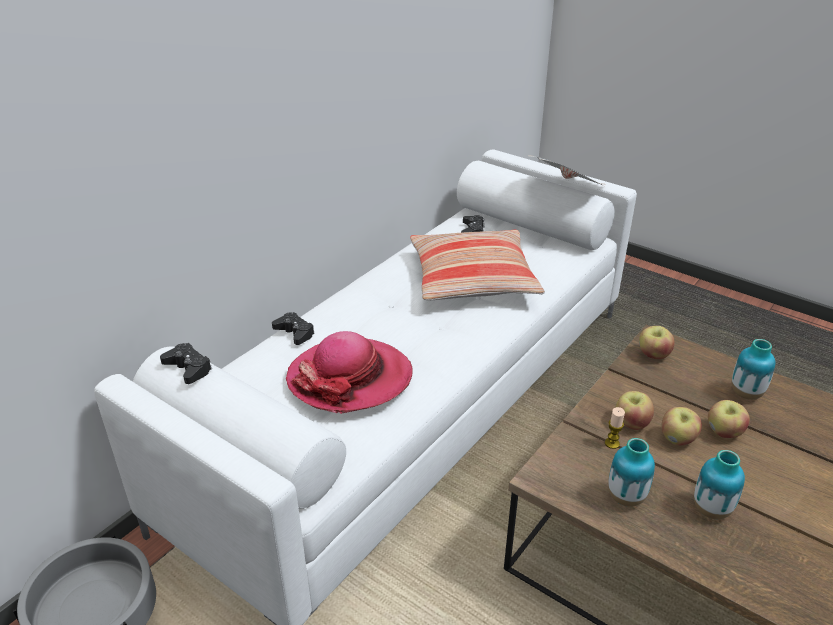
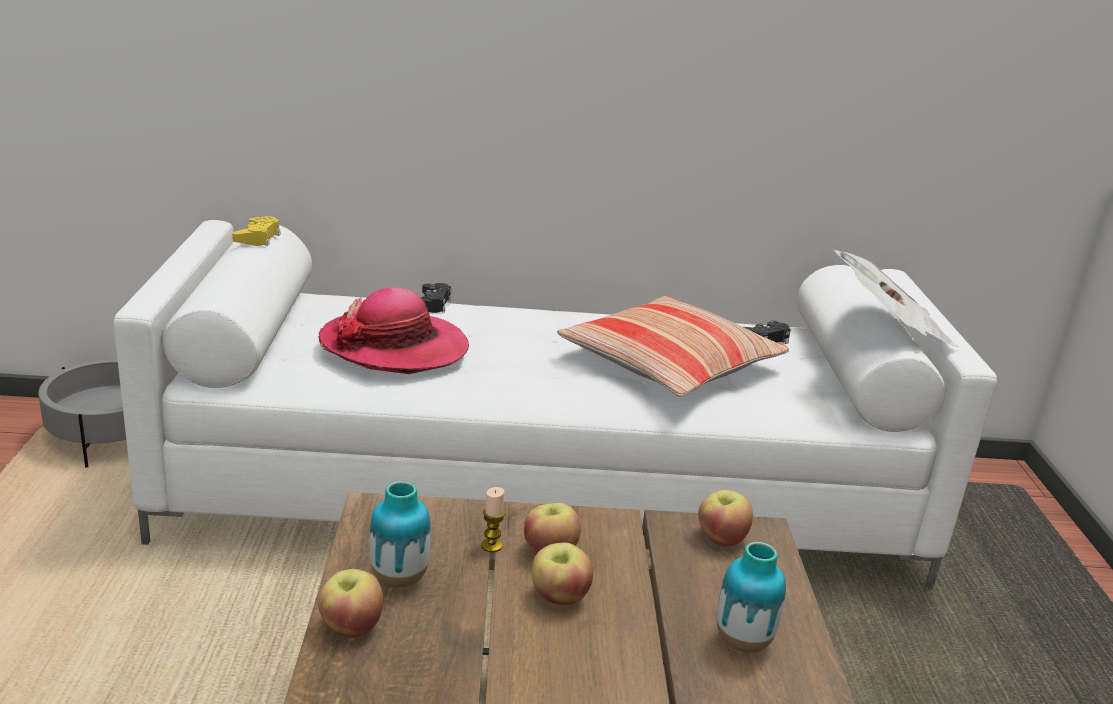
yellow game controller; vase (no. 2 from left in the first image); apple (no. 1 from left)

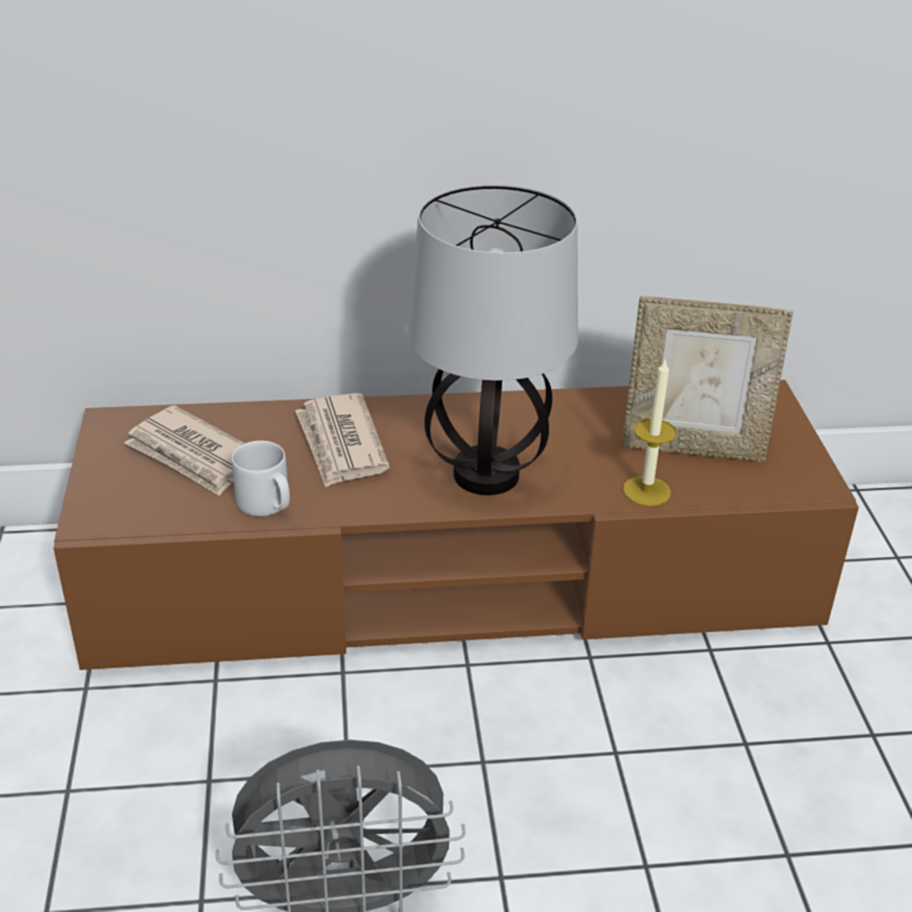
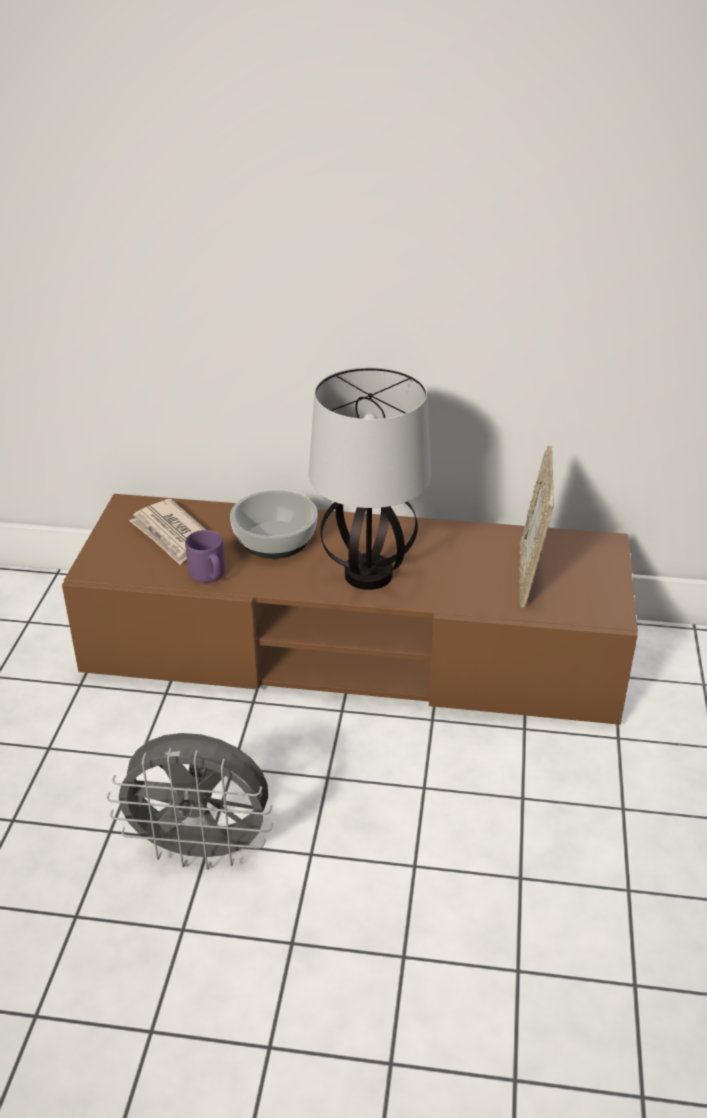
purple mug; bowl; picture frame; candle

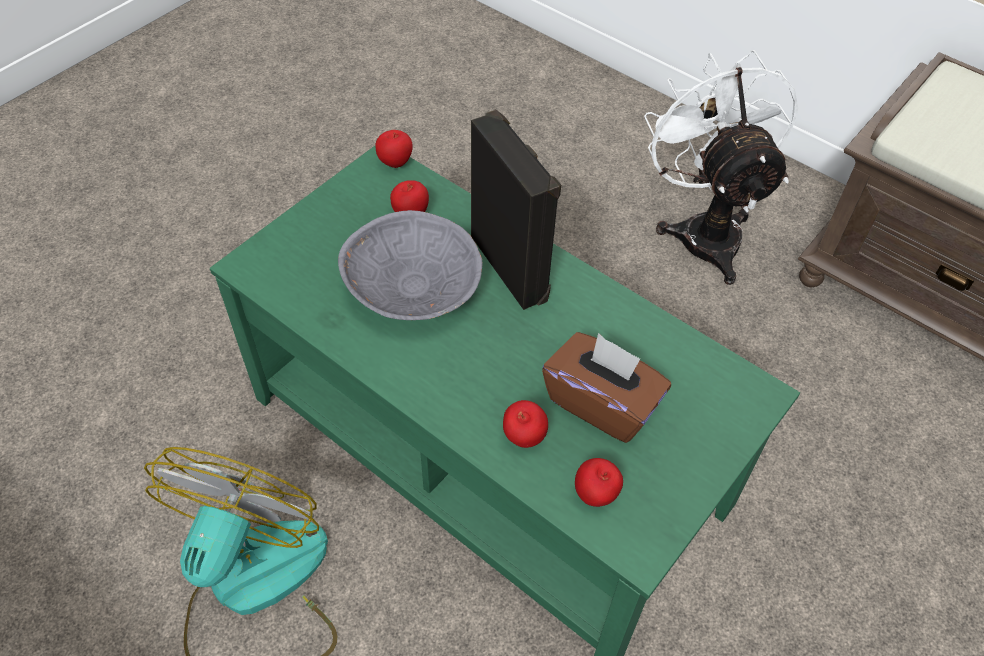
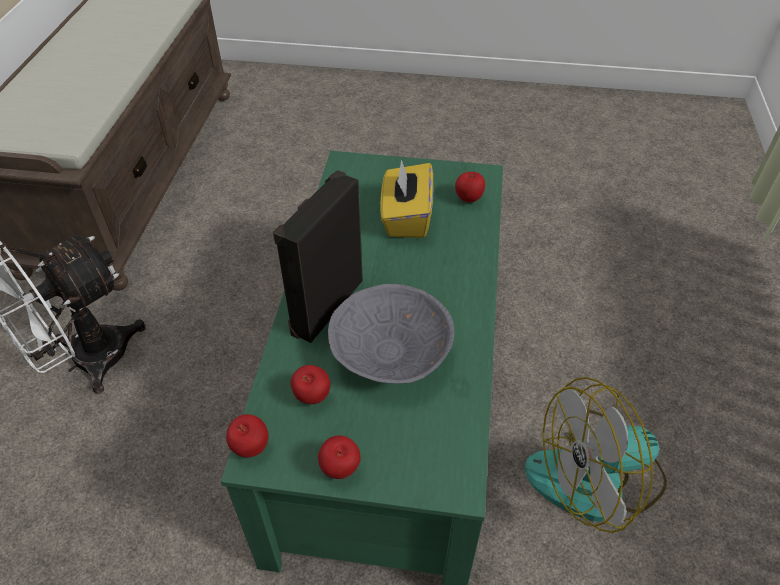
apple (no. 3 from left); yellow tissue box

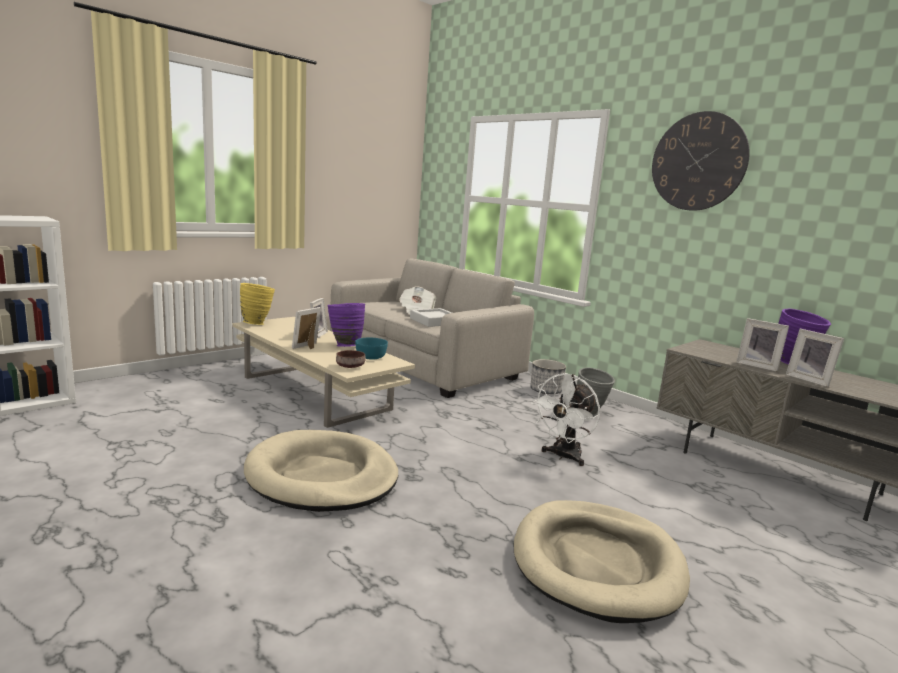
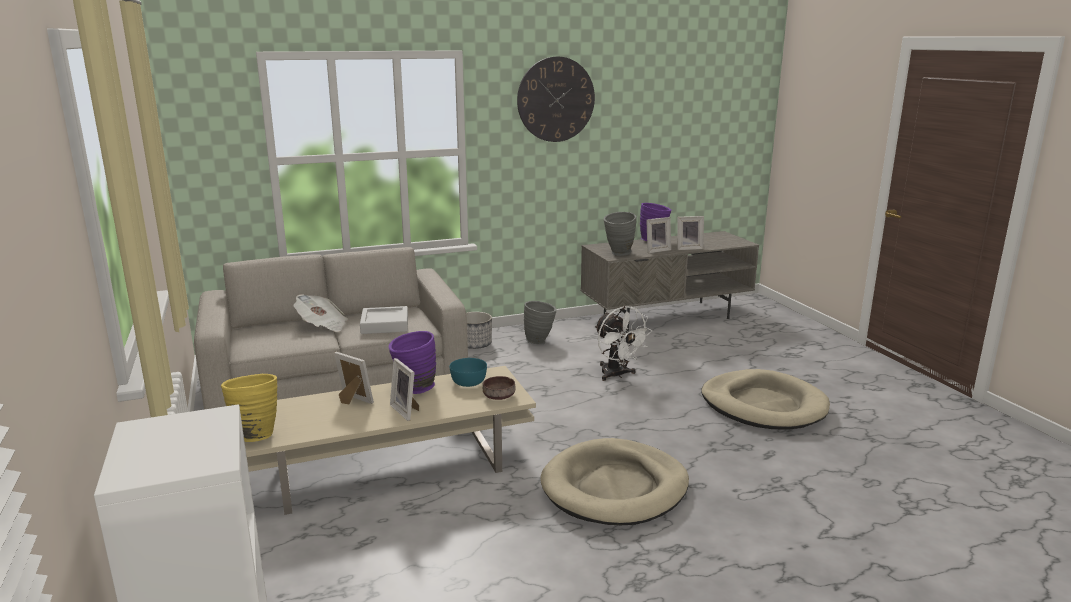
grey vase (no. 2 from left)

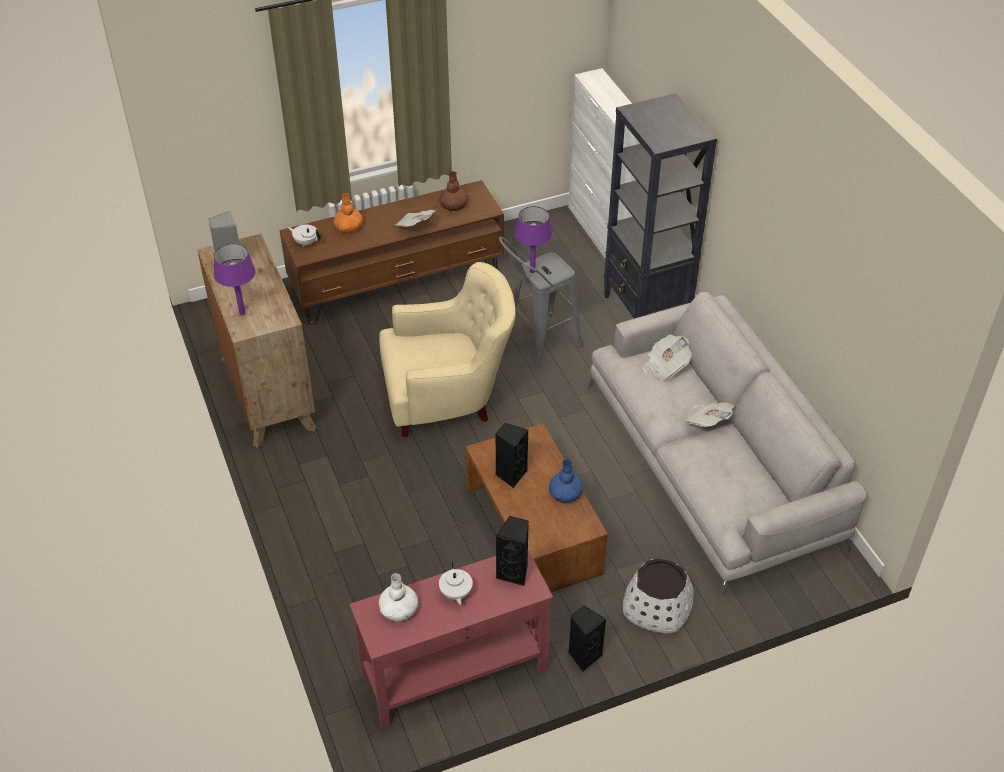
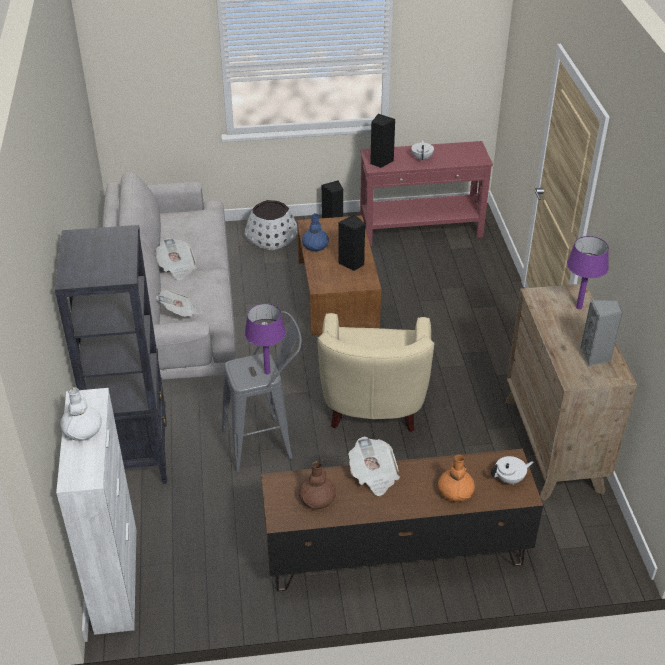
white teapot (no. 2 from left); beige armchair; white vase

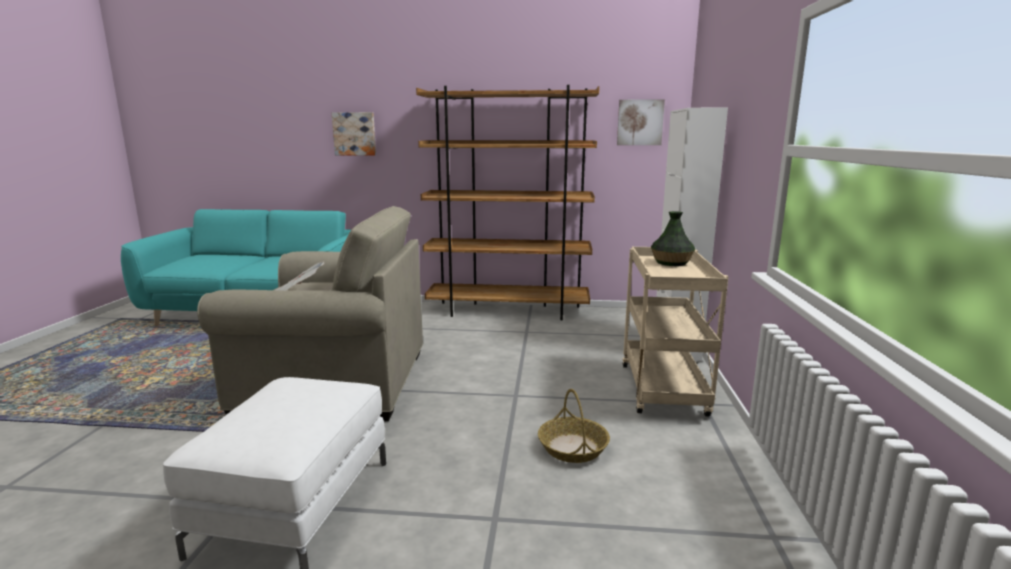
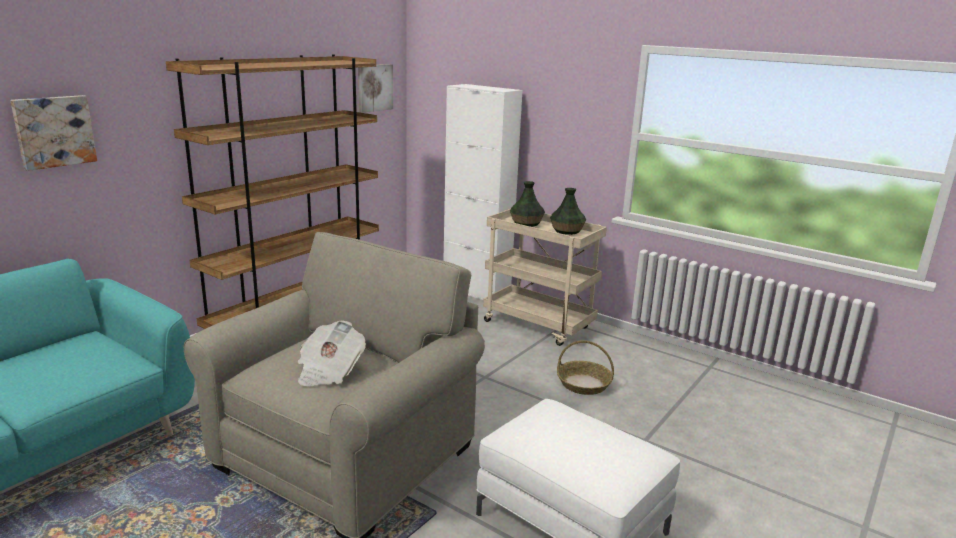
vase (no. 2 from left)

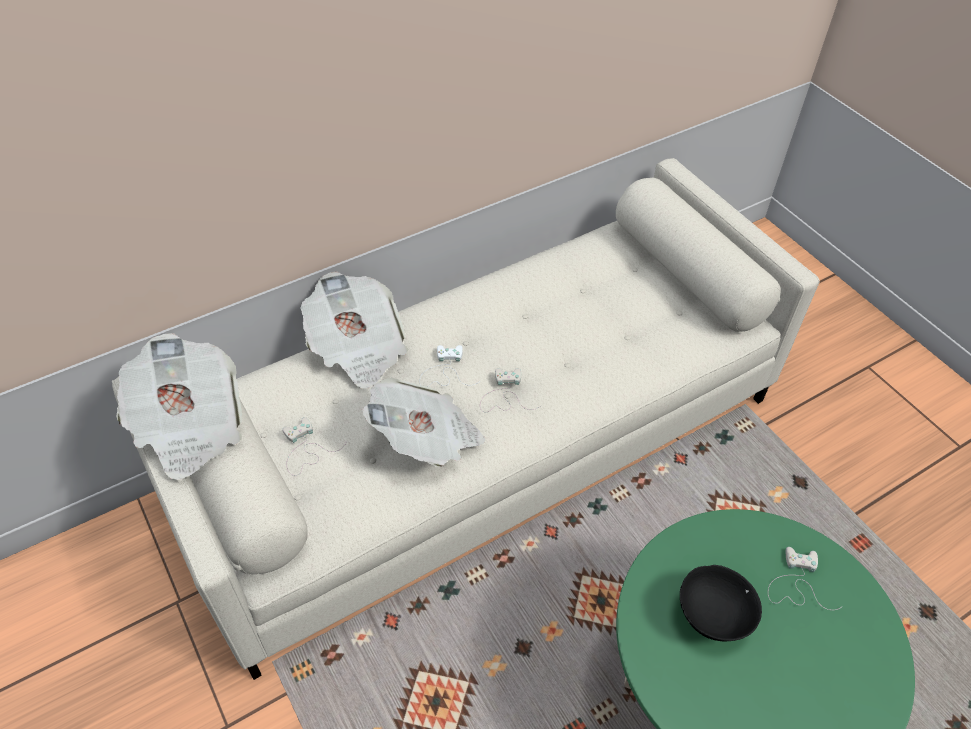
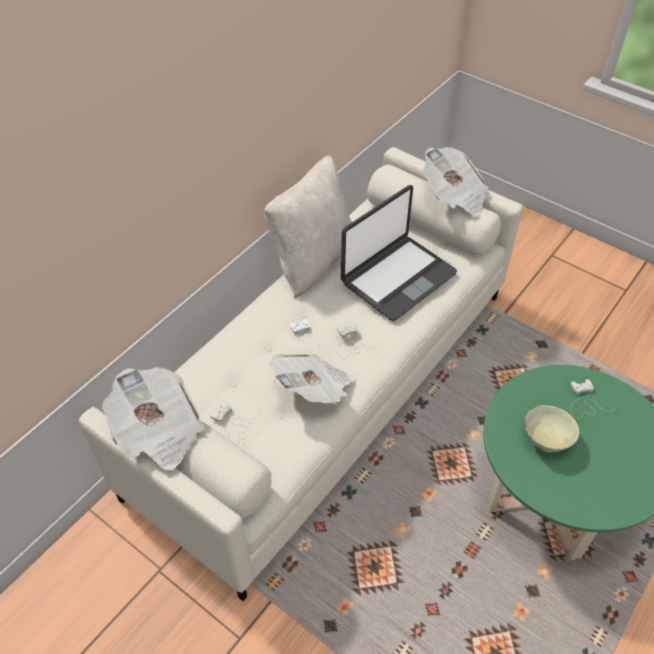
newspaper (no. 3 from left); beige bowl; beige pillow; laptop

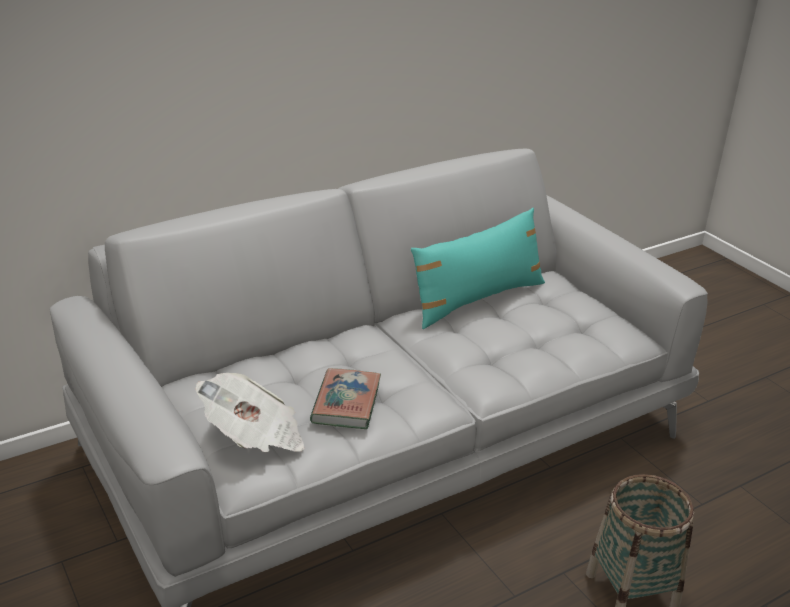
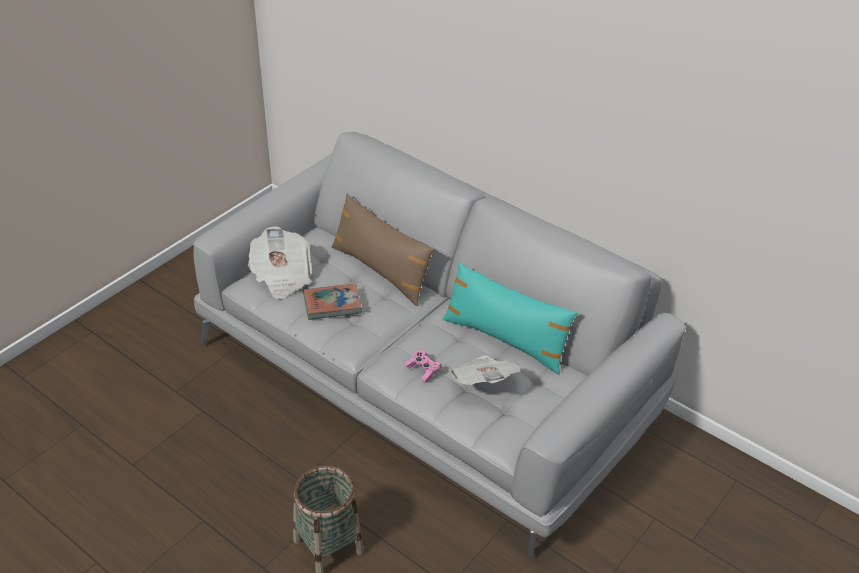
brown pillow; pink game controller; newspaper (no. 2 from left)

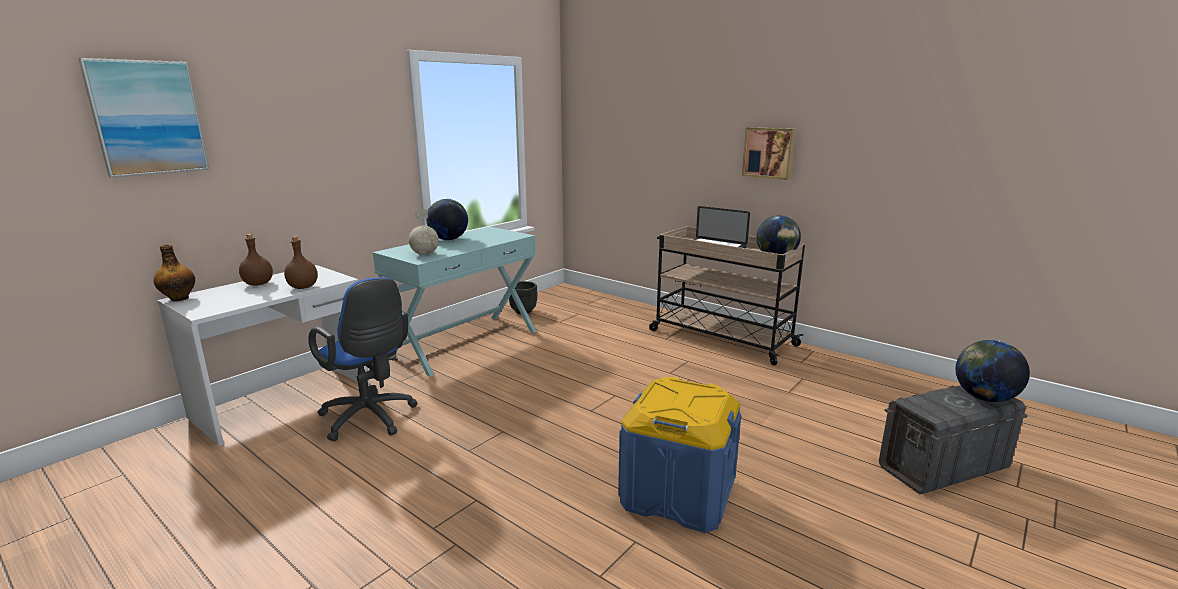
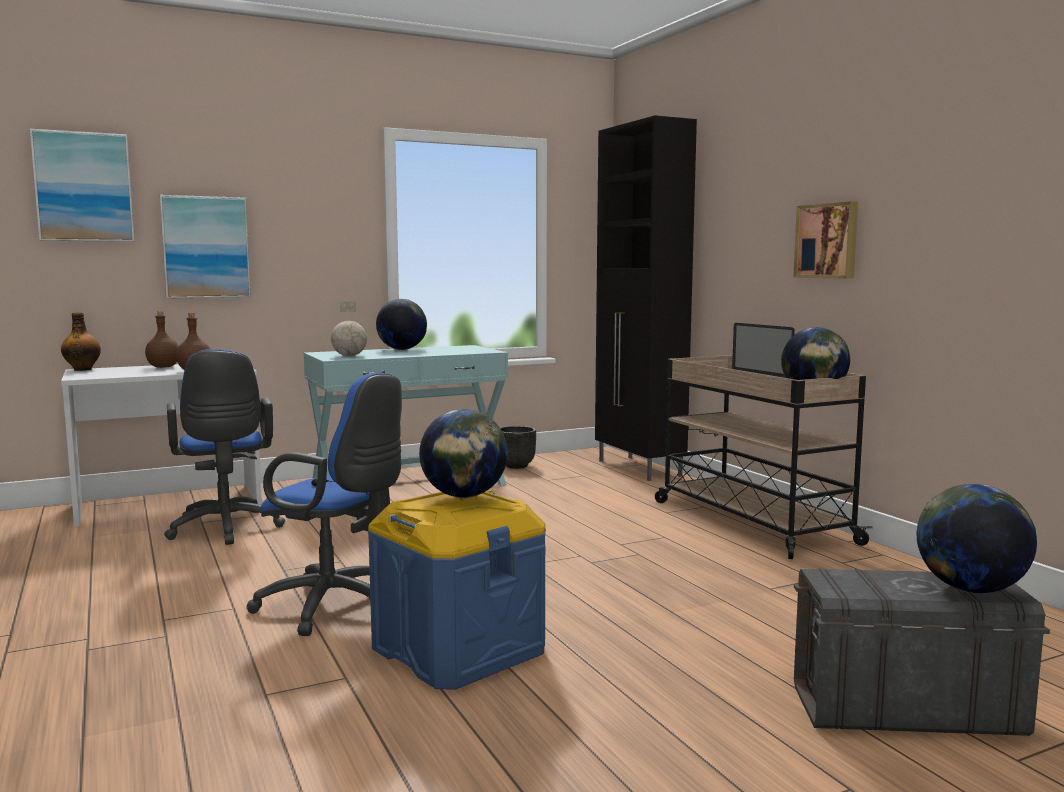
picture (no. 2 from left); blue office chair (no. 2 from left); globe (no. 3 from left); black cabinet

